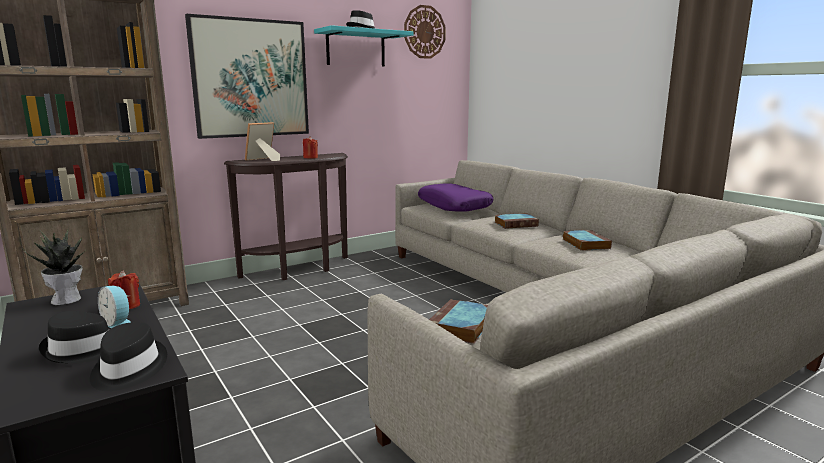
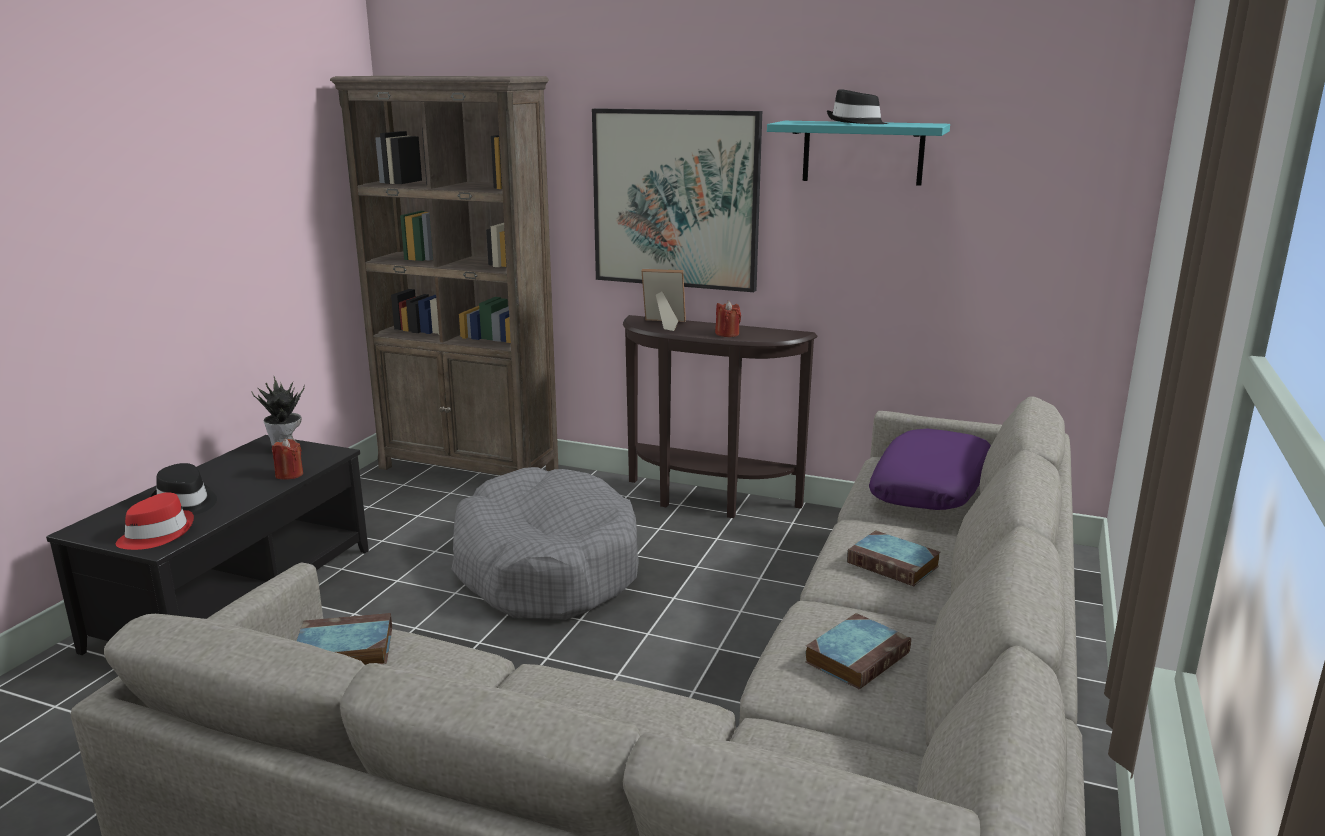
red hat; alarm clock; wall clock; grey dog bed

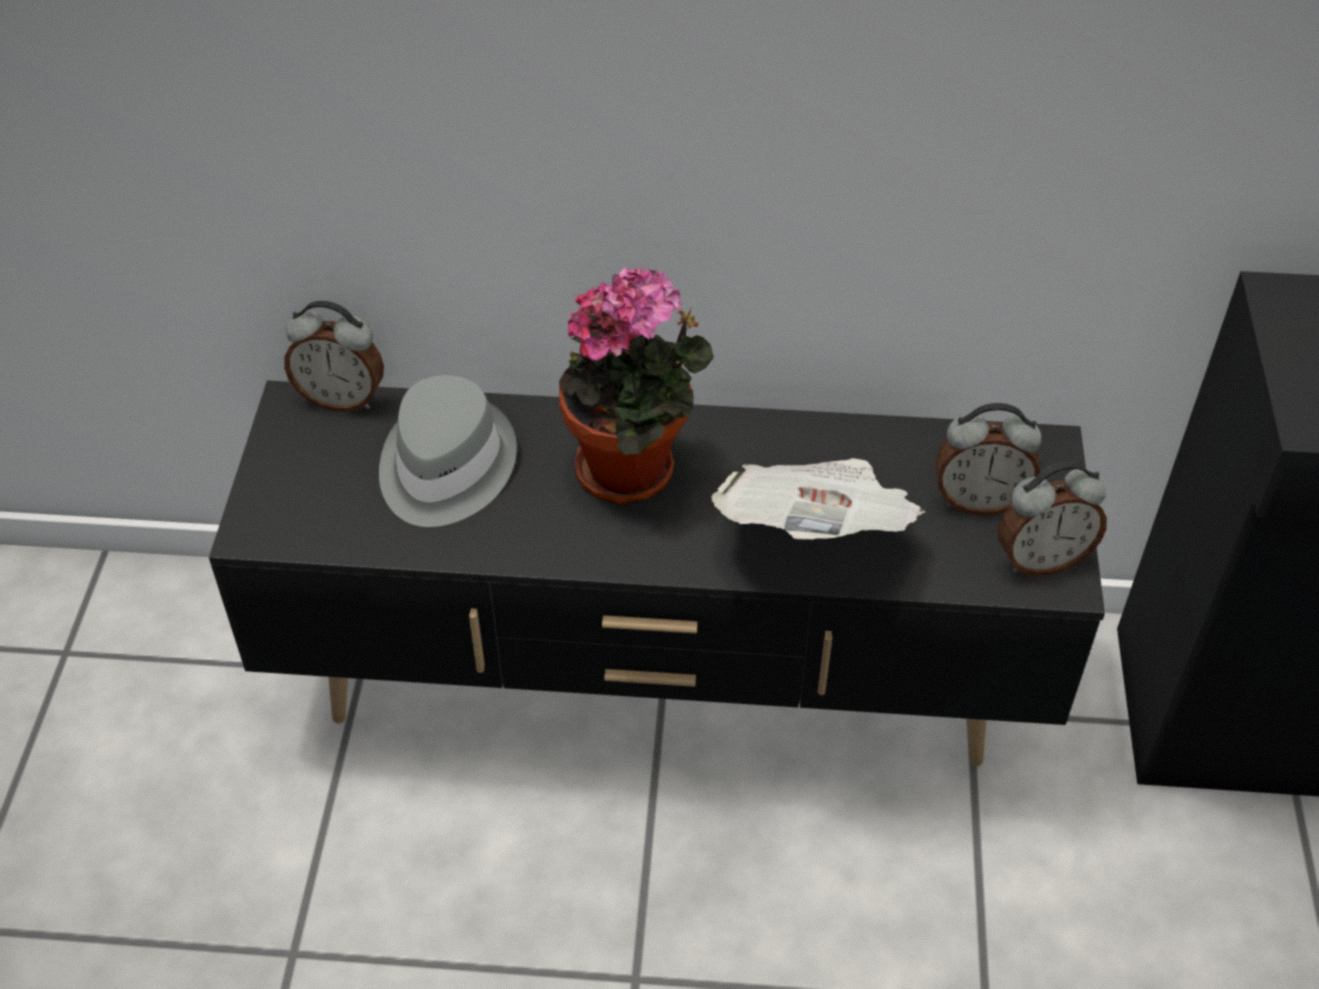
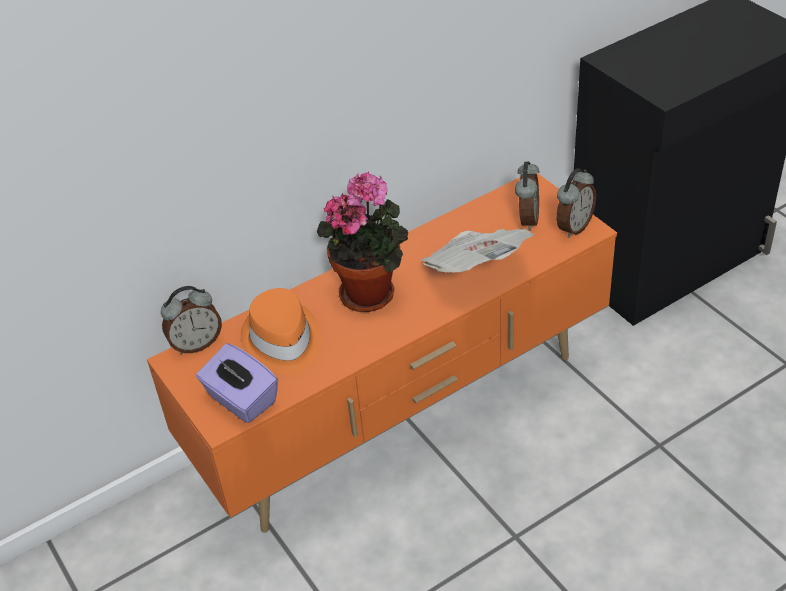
orange tv stand; orange hat; alarm clock (no. 2 from left); purple tissue box

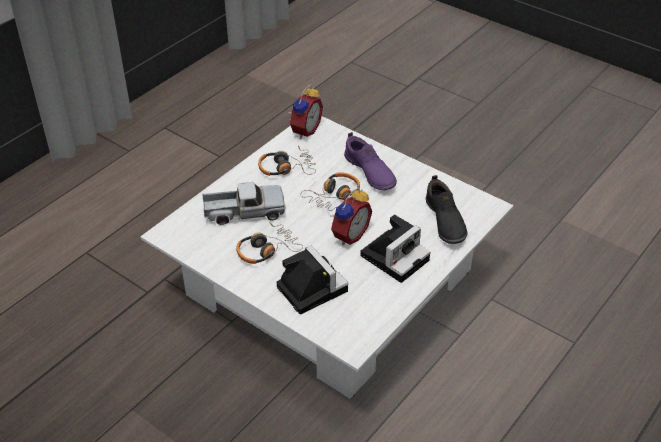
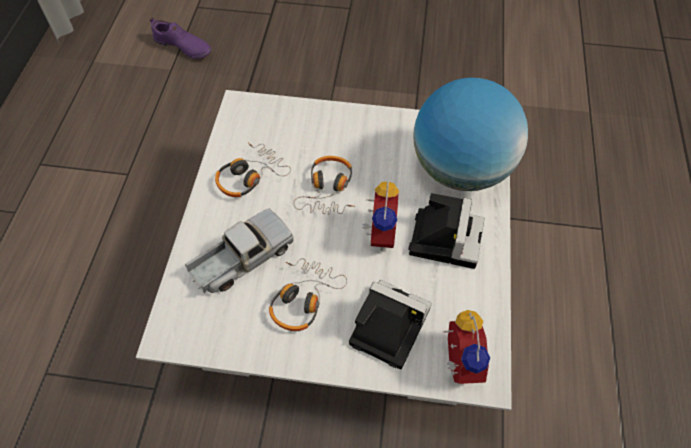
alarm clock (no. 2 from left); purple shoe; globe

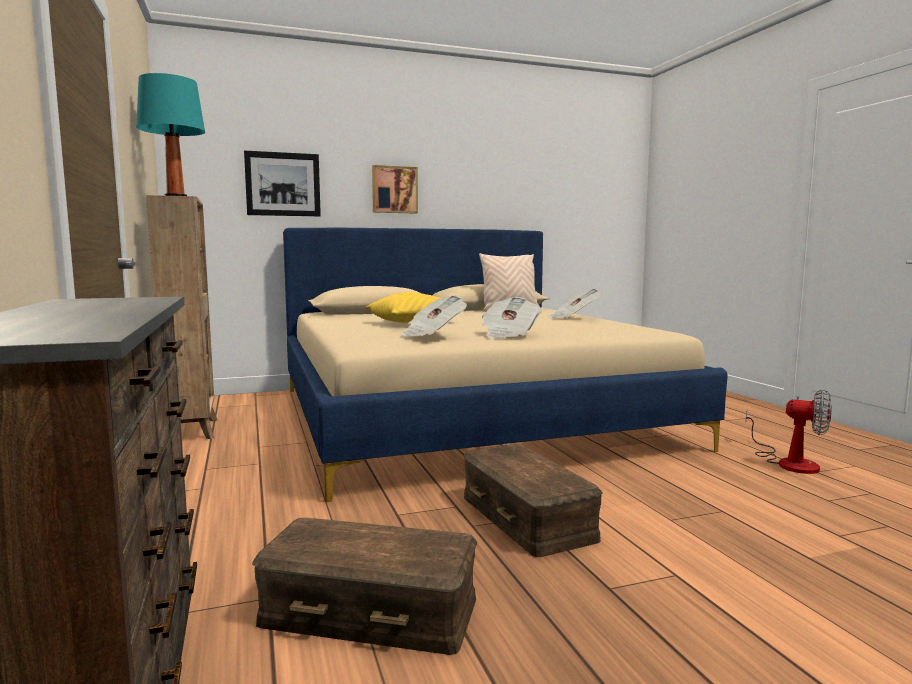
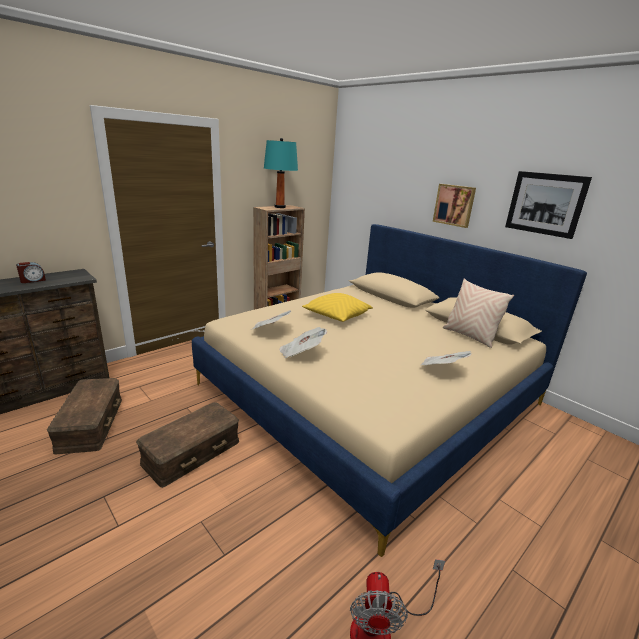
picture (no. 2 from left); alarm clock

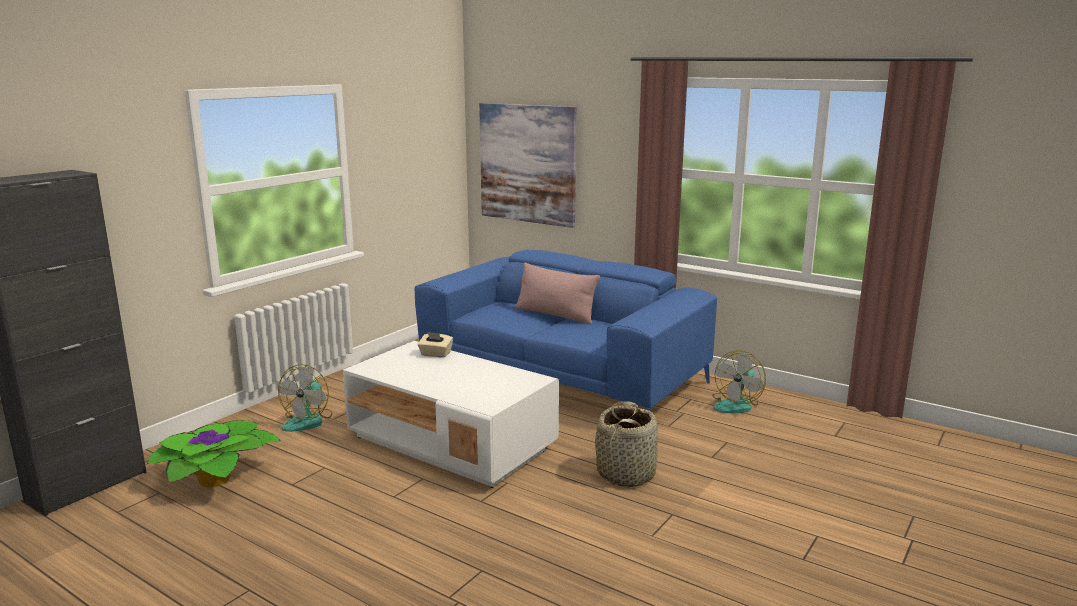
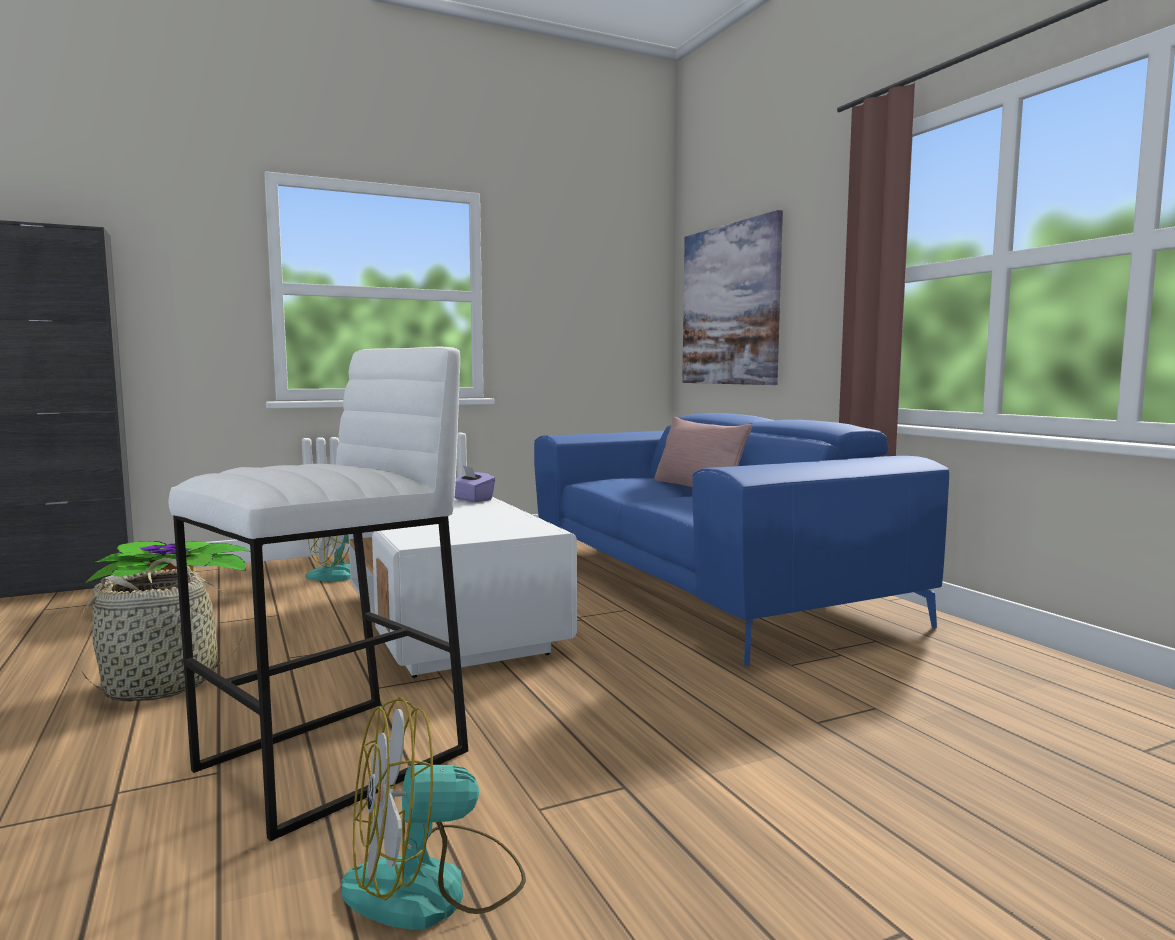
purple tissue box; basket; fan (no. 2 from left); white stool

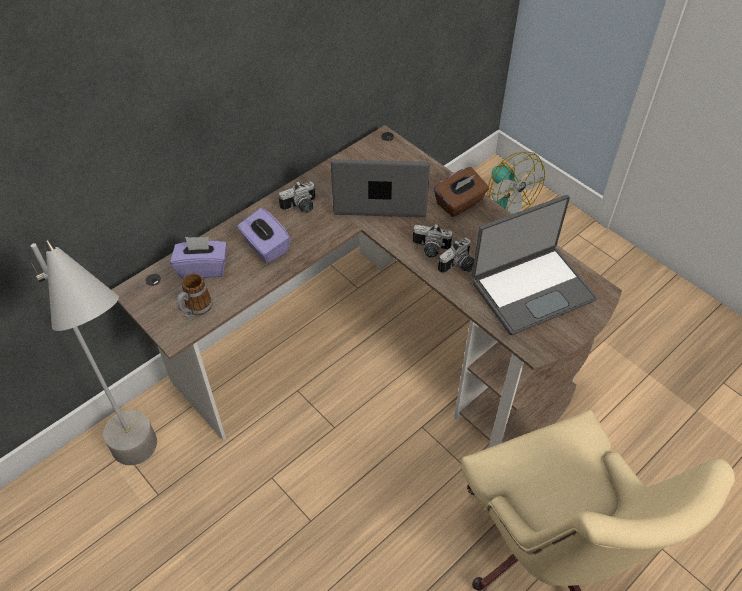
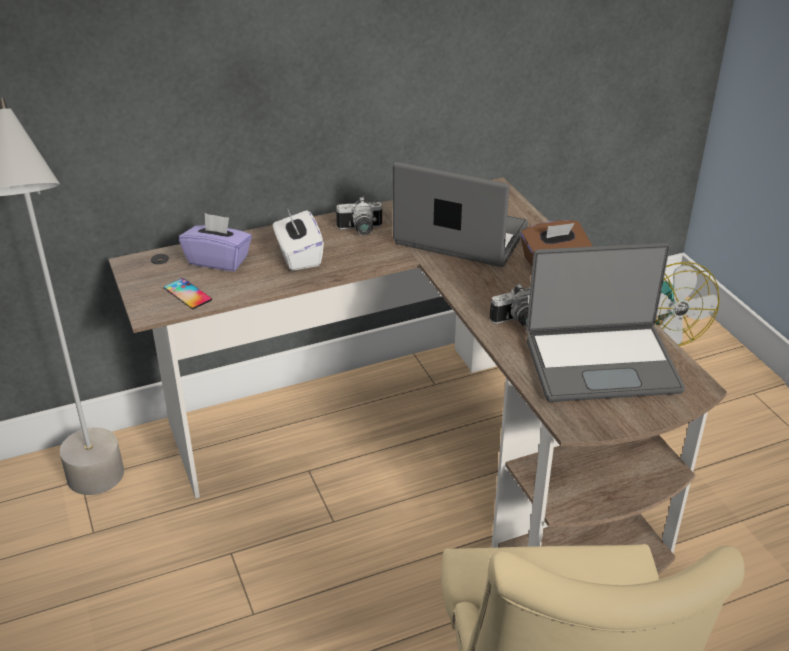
phone; white tissue box; photo camera (no. 2 from left in the first image)

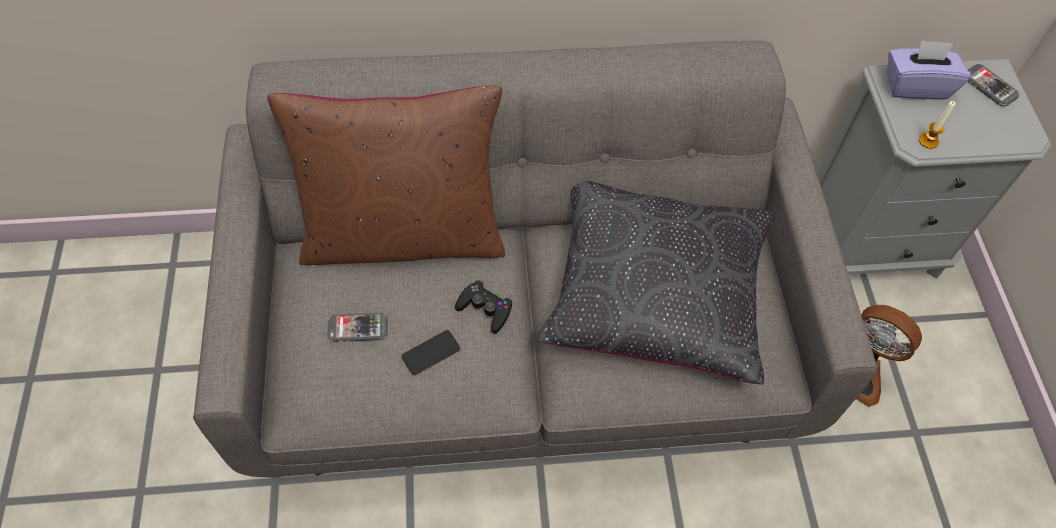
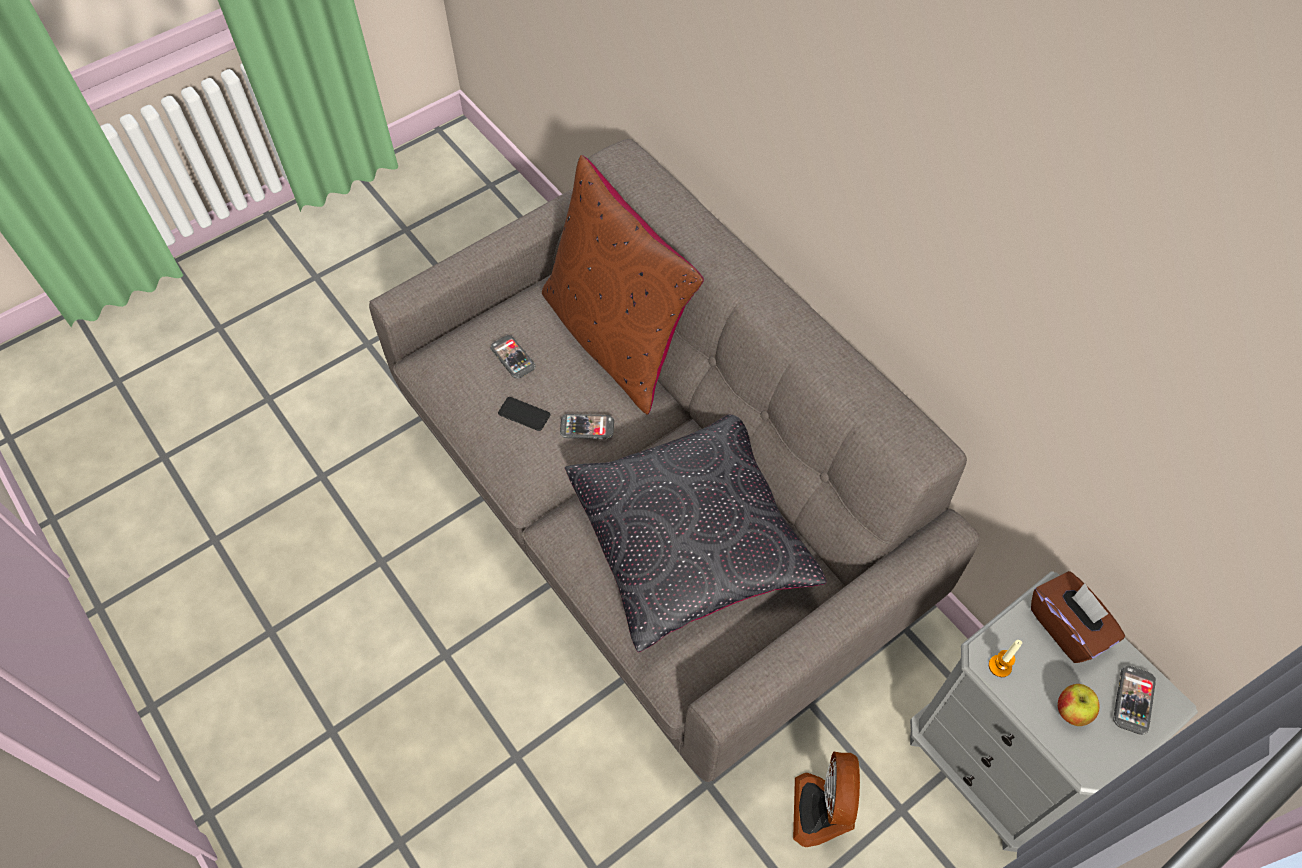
phone (no. 3 from left); brown tissue box; apple

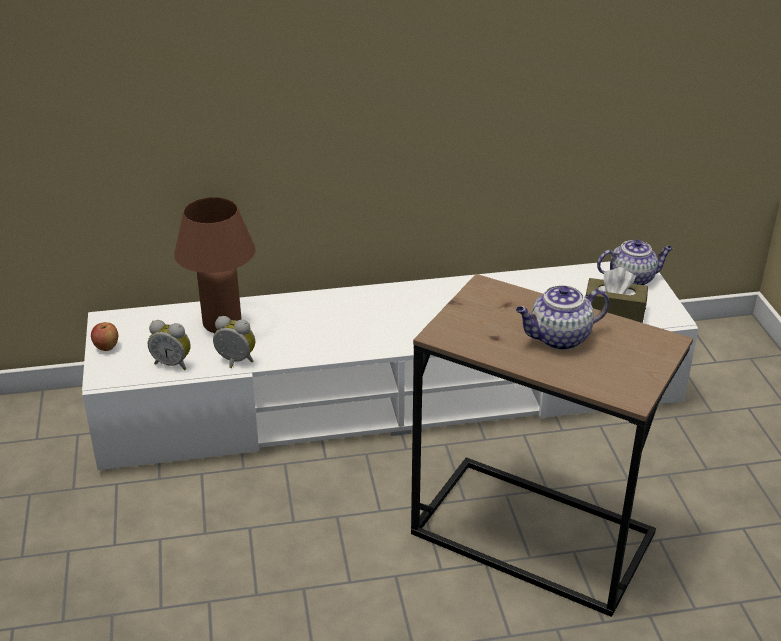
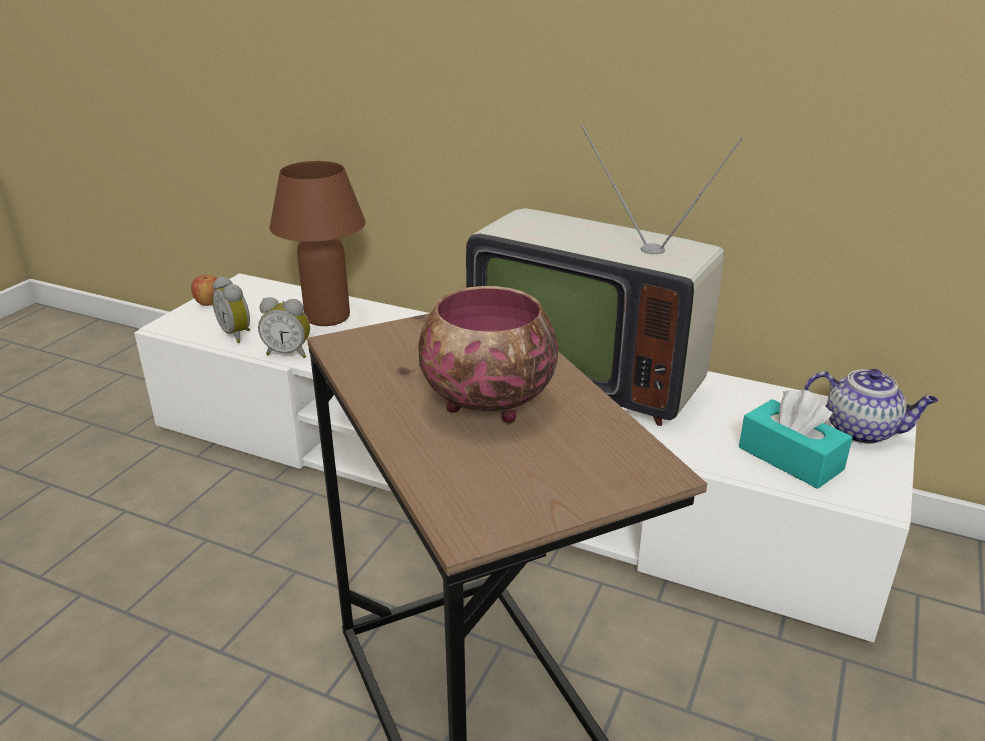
alarm clock (no. 2 from left); bowl; turquoise tissue box; television

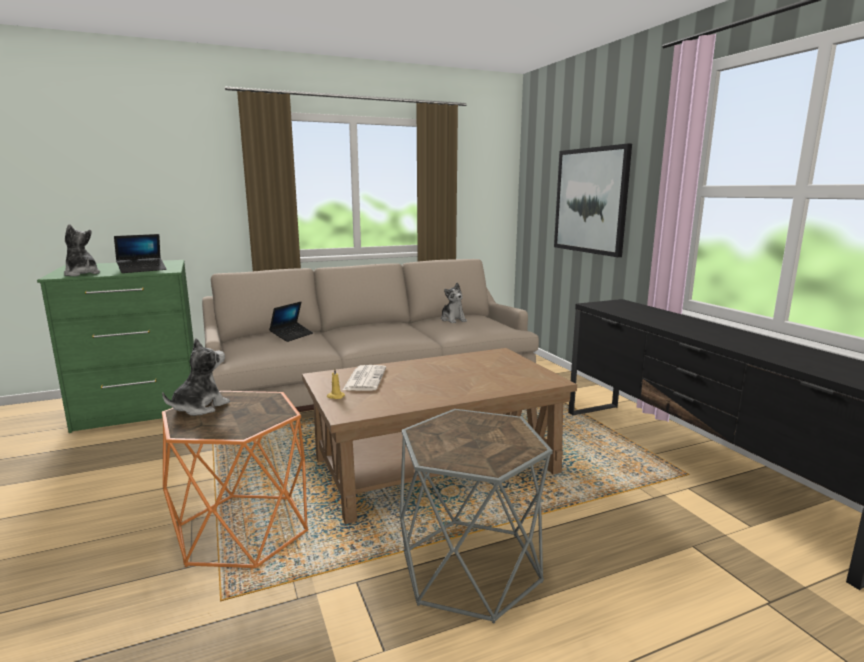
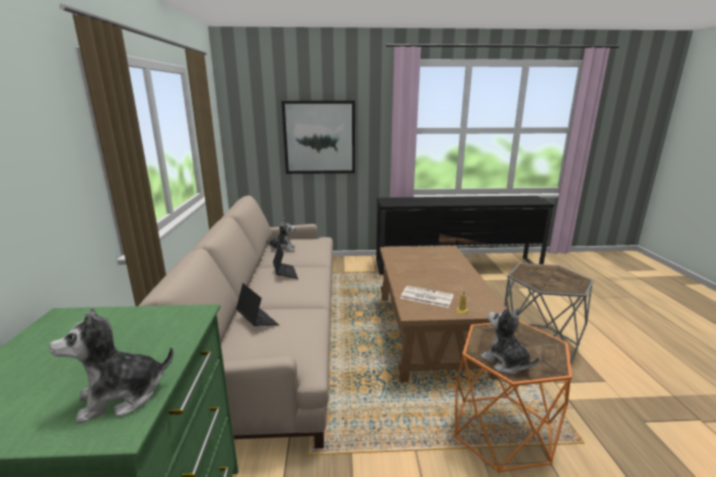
laptop (no. 2 from left)

